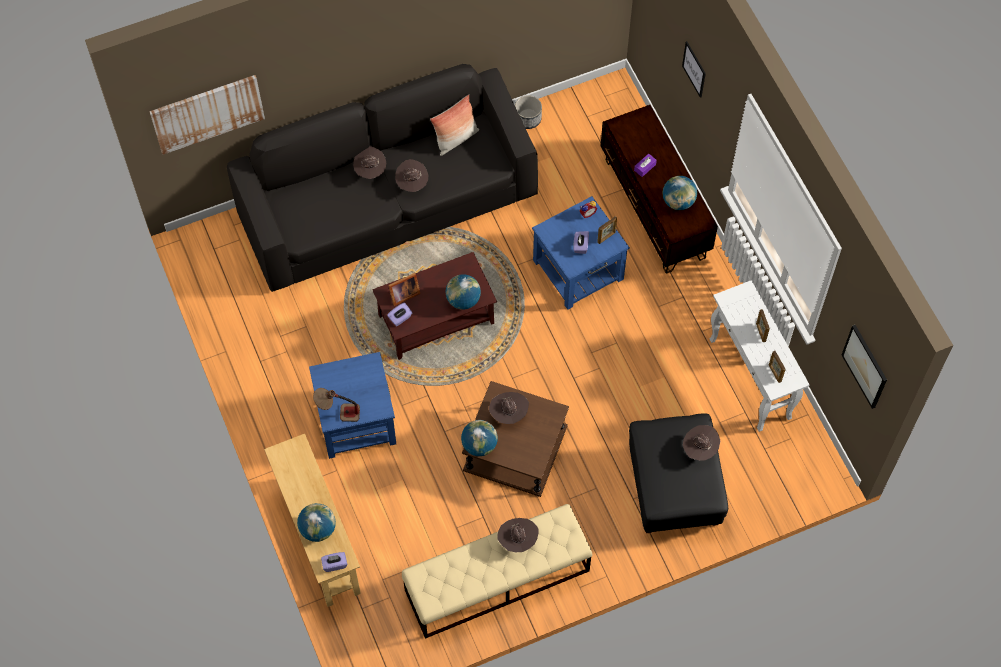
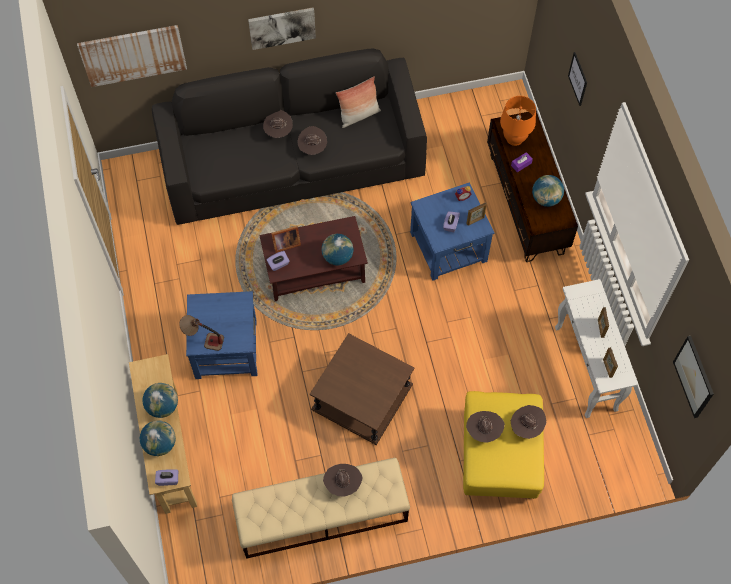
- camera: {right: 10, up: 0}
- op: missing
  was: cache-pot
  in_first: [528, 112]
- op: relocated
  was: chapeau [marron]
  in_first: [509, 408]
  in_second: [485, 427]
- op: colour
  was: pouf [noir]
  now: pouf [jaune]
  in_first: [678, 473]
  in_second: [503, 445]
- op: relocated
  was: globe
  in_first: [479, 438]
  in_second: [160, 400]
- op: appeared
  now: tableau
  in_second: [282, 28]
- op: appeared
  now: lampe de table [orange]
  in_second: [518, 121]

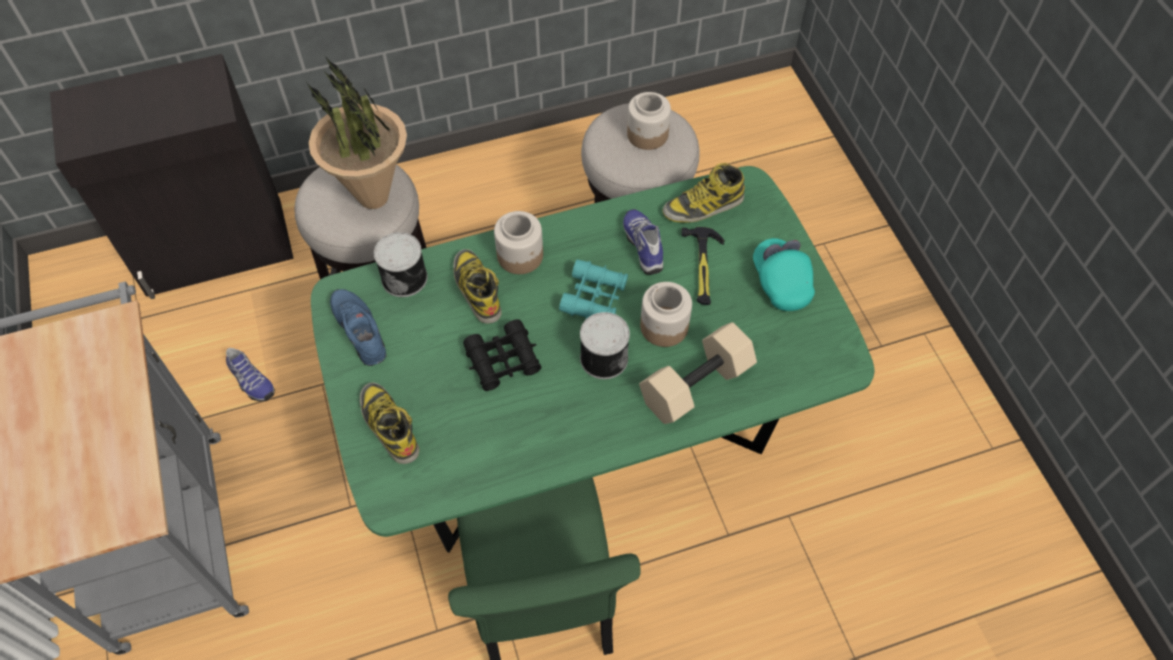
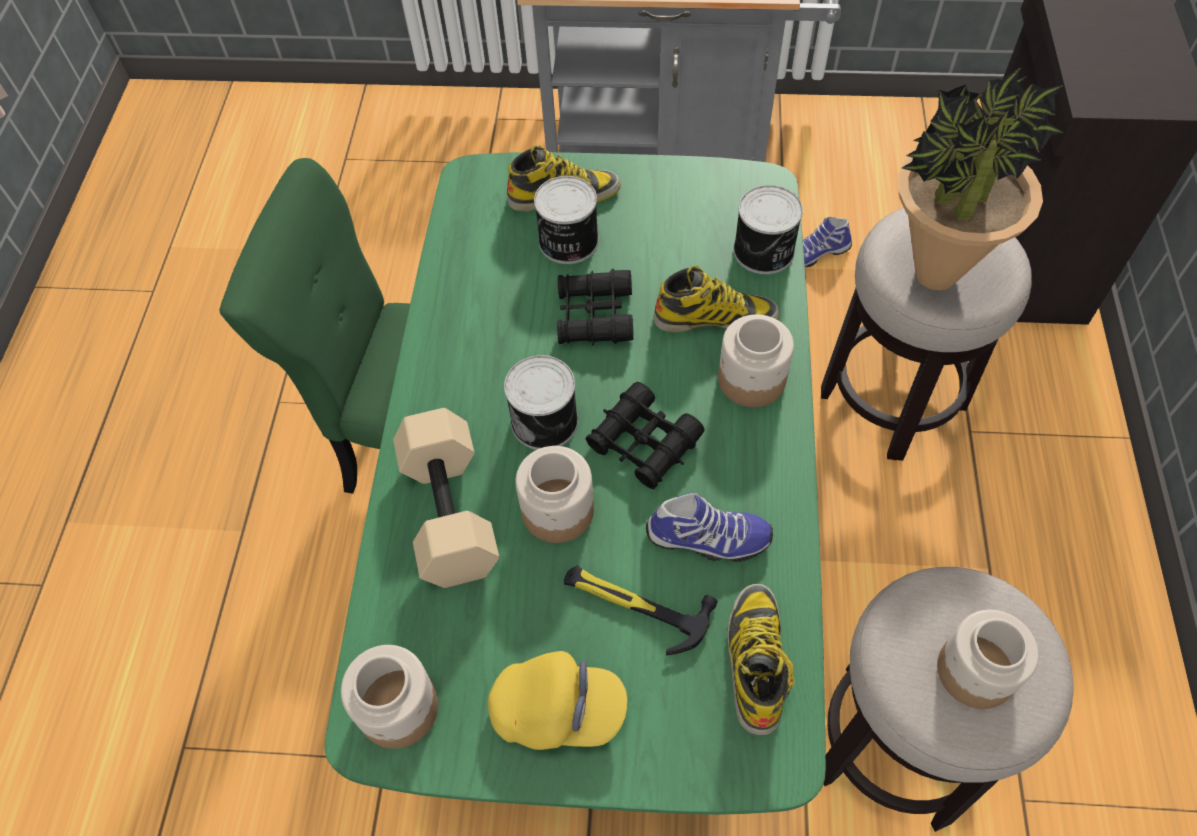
- camera: {right: 115, up: 0}
- op: colour
  was: casquette [turquoise]
  now: casquette [jaune]
  in_first: [784, 274]
  in_second: [557, 700]
- op: colour
  was: jumelles [turquoise]
  now: jumelles [noir]
  in_first: [593, 290]
  in_second: [645, 435]
- op: missing
  was: chaussure [bleu]
  in_first: [358, 327]
- op: appeared
  now: boîte métallique
  in_second: [566, 220]
- op: appeared
  now: bocal
  in_second: [389, 697]

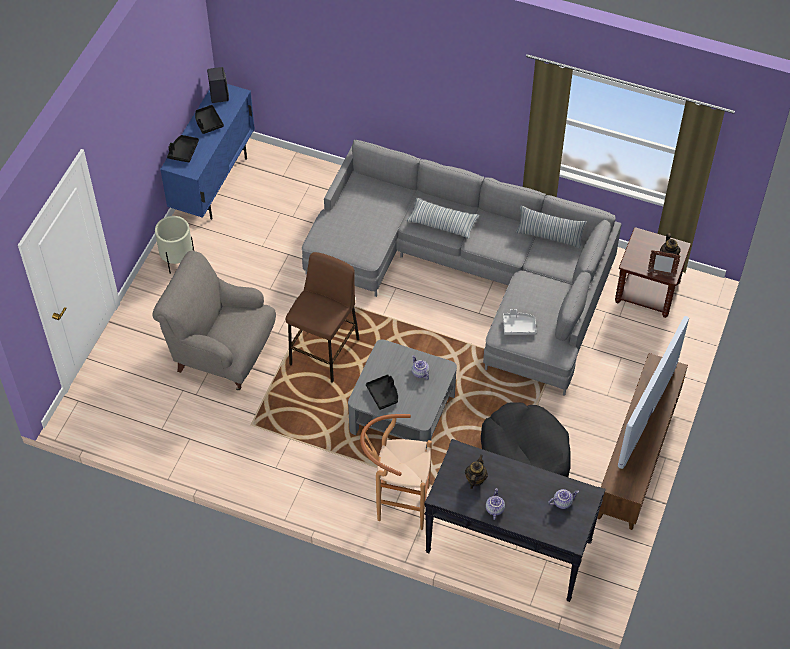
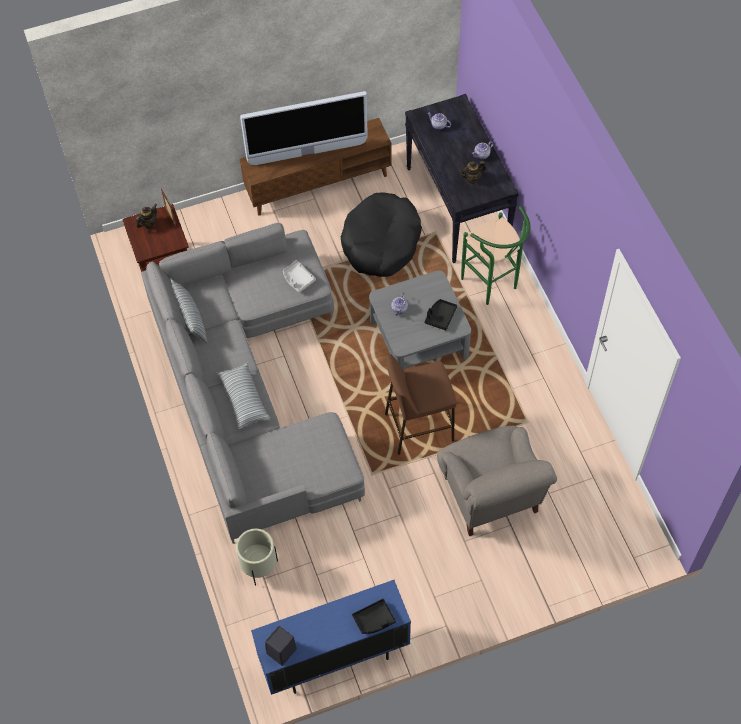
- camera: {right: -130, up: 5}
- op: missing
  was: plateau [noir]
  in_first: [209, 119]
- op: relocated
  was: cache-pot [beige]
  in_first: [174, 245]
  in_second: [257, 557]
- op: colour
  was: tabouret [marron]
  now: tabouret [vert]
  in_first: [396, 472]
  in_second: [496, 255]

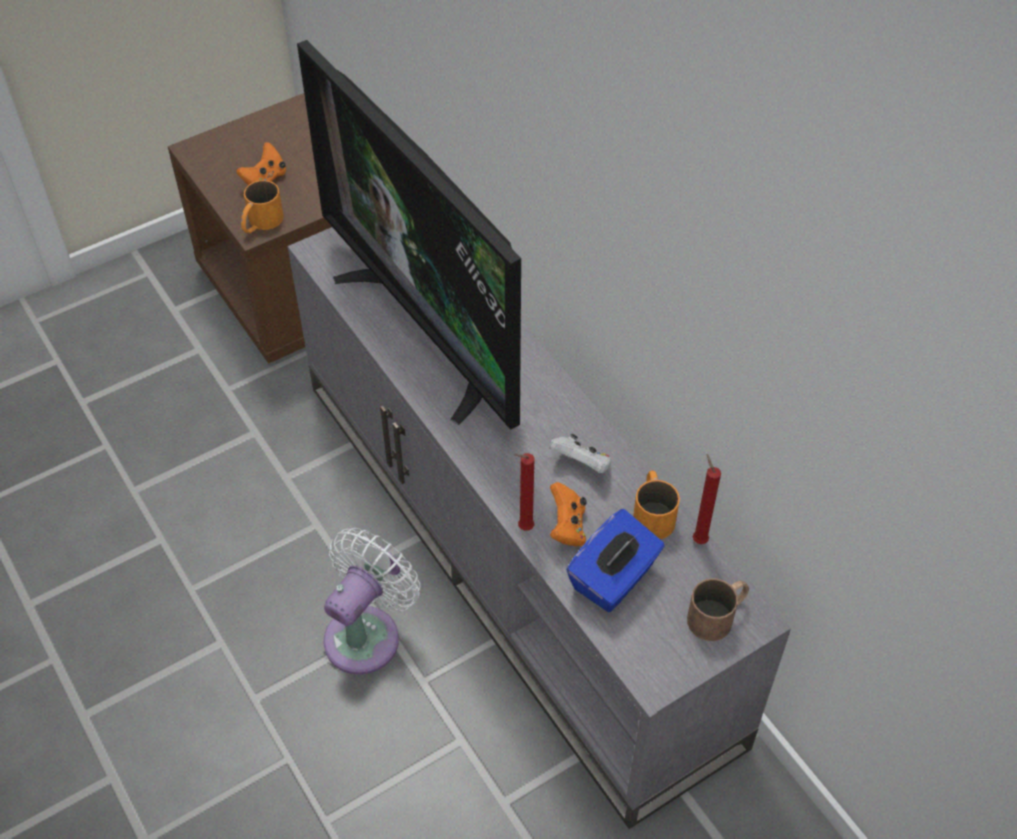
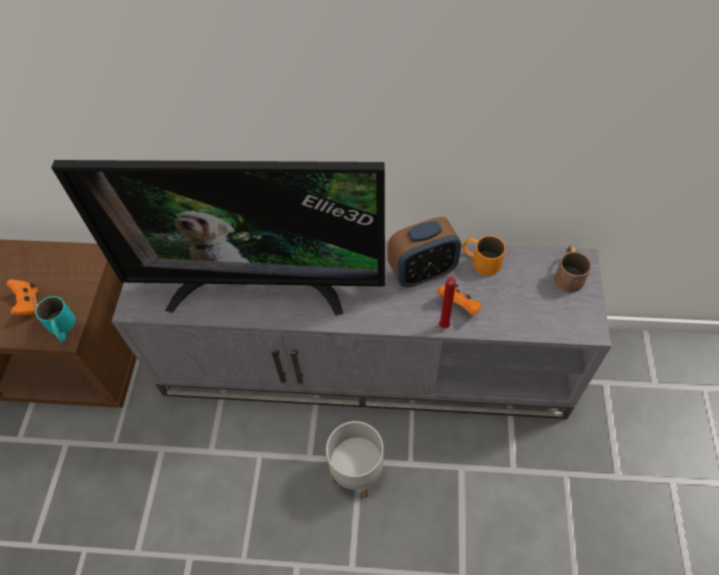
- camera: {right: -50, up: 5}
- op: colour
  was: mug [orange]
  now: mug [turquoise]
  in_first: [262, 206]
  in_second: [55, 319]
- op: exchanged
  was: manette [blanc]
  now: réveil
  in_first: [580, 453]
  in_second: [424, 252]
- op: missing
  was: bougie [rouge]
  in_first: [707, 499]
- op: missing
  was: boîte à mouchoirs [bleu]
  in_first: [615, 560]
- op: exchanged
  was: ventilateur [blanc]
  now: cache-pot [gris]
  in_first: [371, 601]
  in_second: [355, 459]

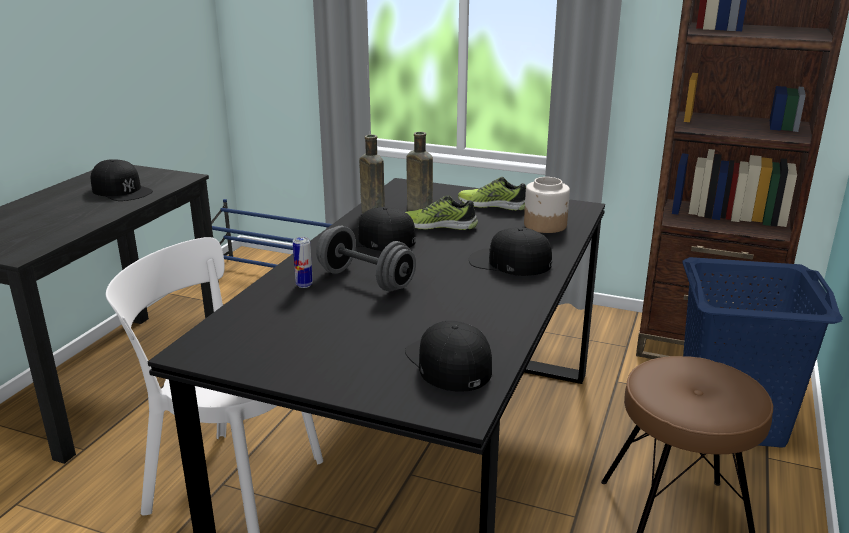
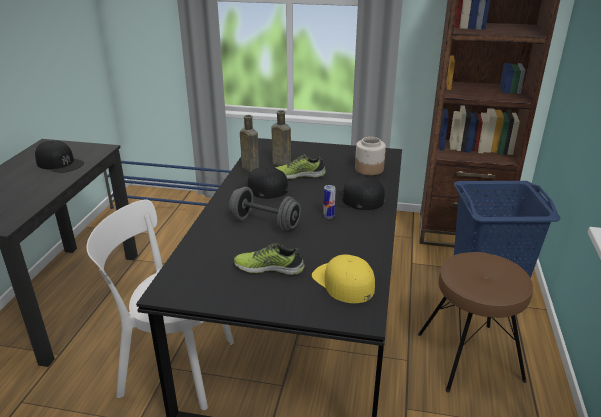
- camera: {right: -10, up: 5}
- op: relocated
  was: chaussure
  in_first: [492, 194]
  in_second: [269, 259]
- op: relocated
  was: boîte métallique
  in_first: [303, 262]
  in_second: [329, 202]
- op: colour
  was: casquette [noir]
  now: casquette [jaune]
  in_first: [448, 356]
  in_second: [343, 278]

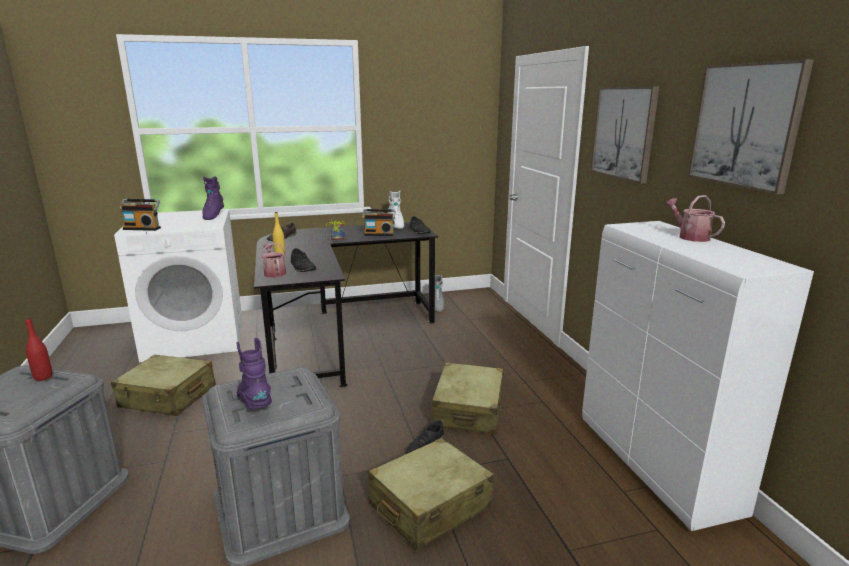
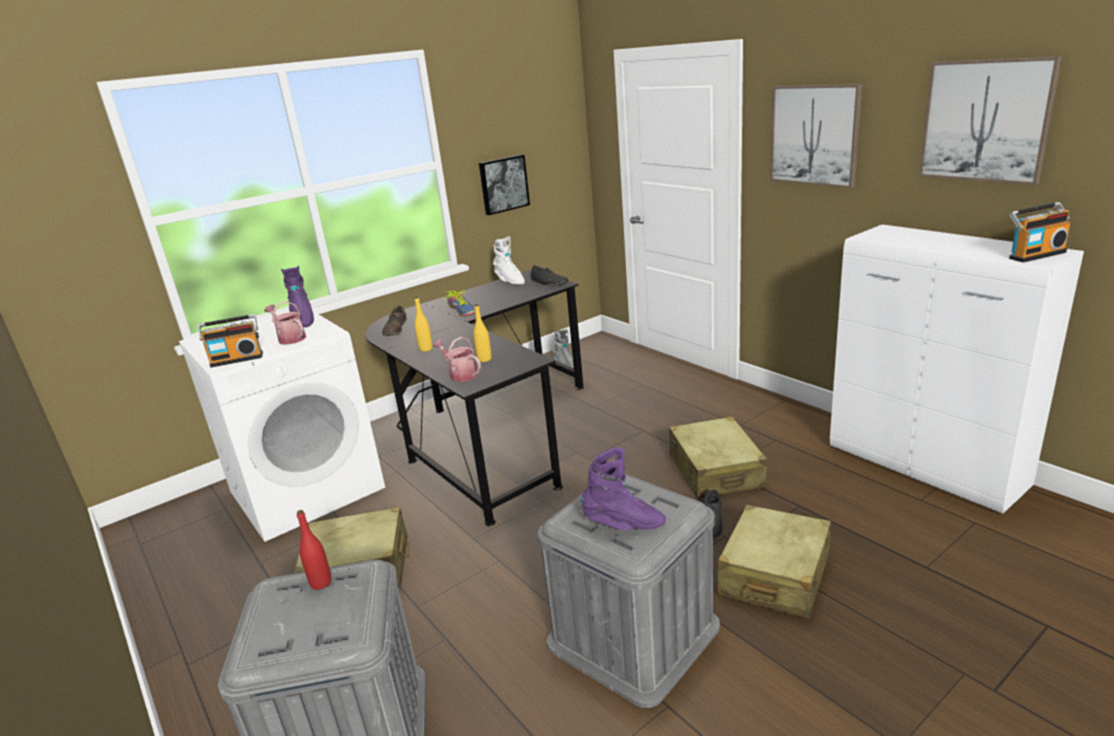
- camera: {right: -20, up: 5}
- op: relocated
  was: arrosoir
  in_first: [694, 218]
  in_second: [285, 323]
- op: relocated
  was: radio
  in_first: [379, 222]
  in_second: [1039, 232]
- op: exchanged
  was: chaussure [noir]
  now: bouteille [jaune]
  in_first: [304, 260]
  in_second: [482, 333]
- op: spun
  was: botte [violet]
  in_first: [254, 373]
  in_second: [623, 488]
  clockwise: 150
- op: appeared
  now: tableau
  in_second: [504, 184]

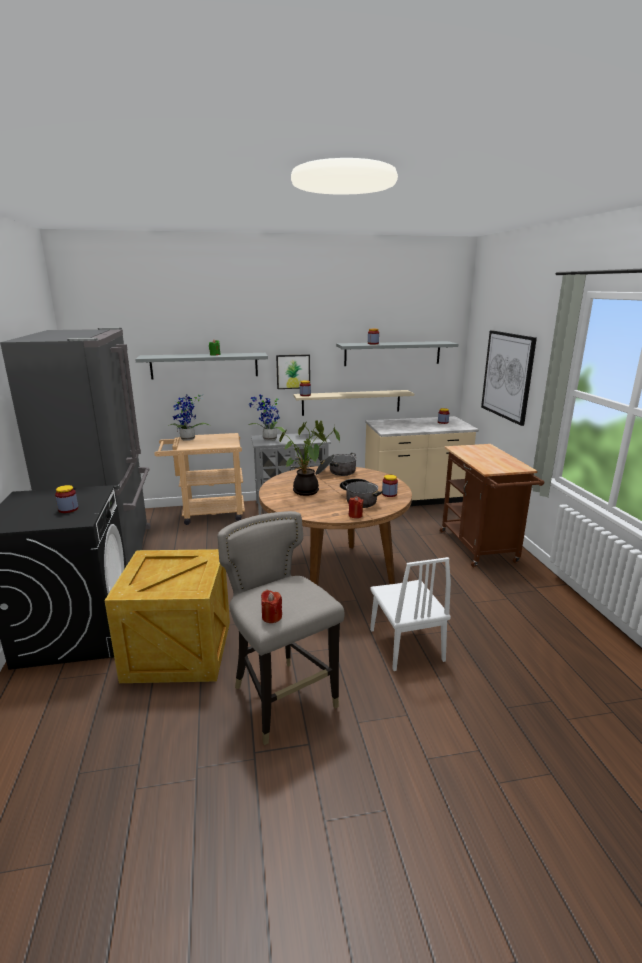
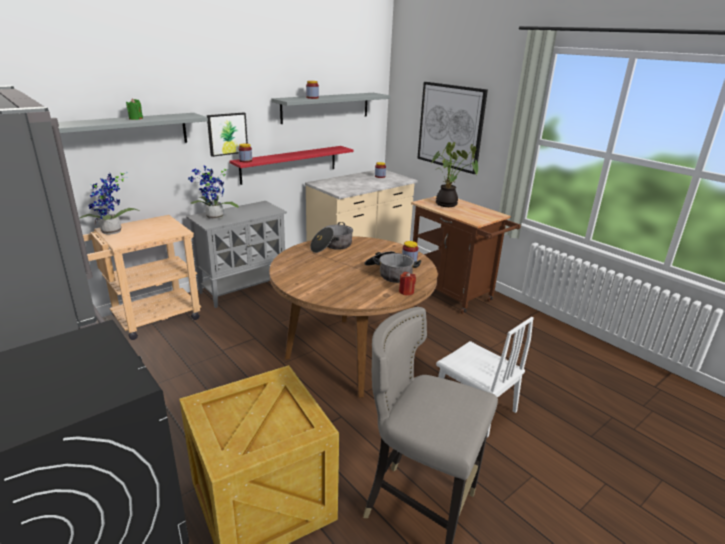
- camera: {right: -30, up: 5}
- op: colour
  was: étagère [beige]
  now: étagère [rouge]
  in_first: [353, 403]
  in_second: [291, 165]
- op: relocated
  was: plante en pot
  in_first: [309, 458]
  in_second: [455, 174]
- op: missing
  was: bocal
  in_first: [66, 499]
- op: missing
  was: bougie [rouge]
  in_first: [271, 606]

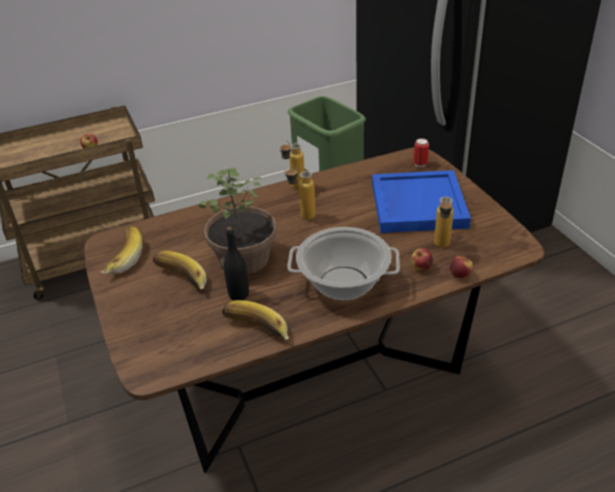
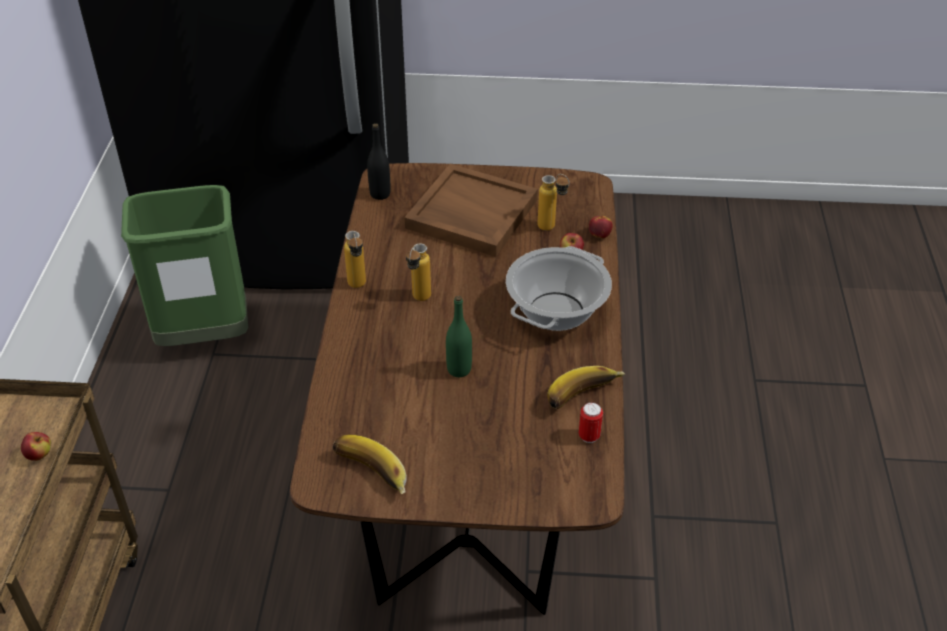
- camera: {right: -65, up: 5}
- op: relocated
  was: boîte métallique
  in_first: [421, 152]
  in_second: [591, 422]
- op: exchanged
  was: plante en pot
  now: bouteille [vert]
  in_first: [238, 221]
  in_second: [459, 336]
- op: colour
  was: plateau [bleu]
  now: plateau [marron]
  in_first: [421, 201]
  in_second: [471, 210]
- op: relocated
  was: bouteille [noir]
  in_first: [236, 263]
  in_second: [379, 161]
- op: missing
  was: banane
  in_first: [180, 270]

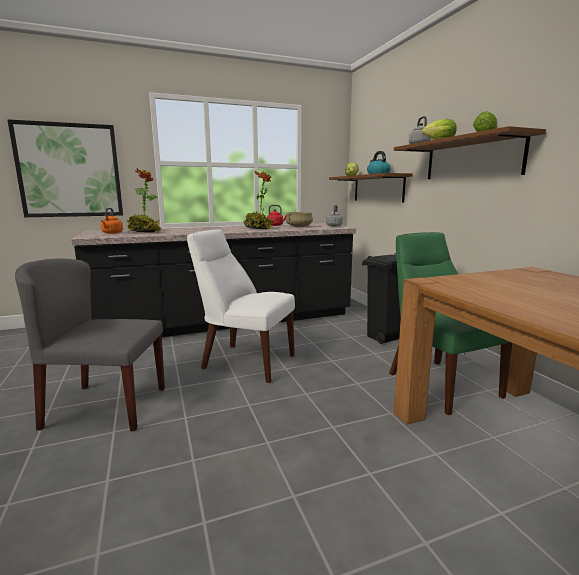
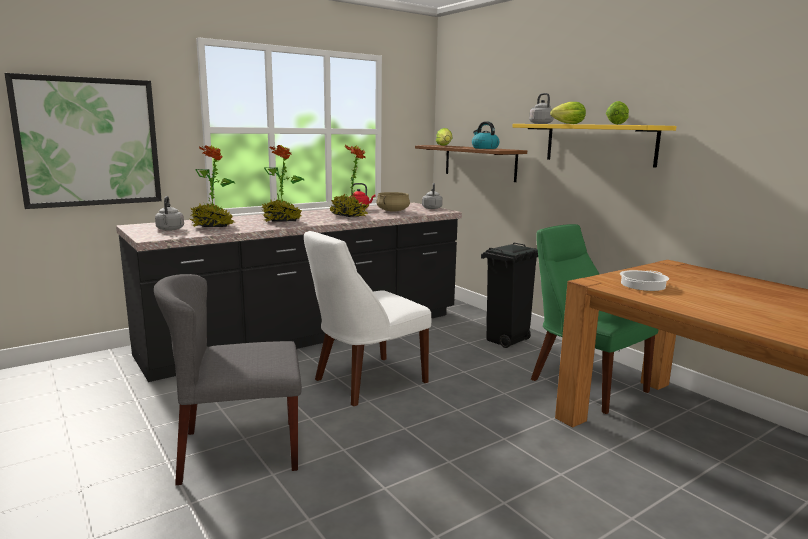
- camera: {right: -15, up: 0}
- op: colour
  was: étagère [marron]
  now: étagère [jaune]
  in_first: [470, 152]
  in_second: [594, 146]
- op: colour
  was: bouilloire [orange]
  now: bouilloire [gris]
  in_first: [112, 221]
  in_second: [169, 213]
- op: spun
  was: chaise [blanc]
  in_first: [241, 306]
  in_second: [367, 318]
  clockwise: -45
- op: appeared
  now: plante en pot
  in_second: [283, 183]
- op: appeared
  now: marmite
  in_second: [644, 280]

